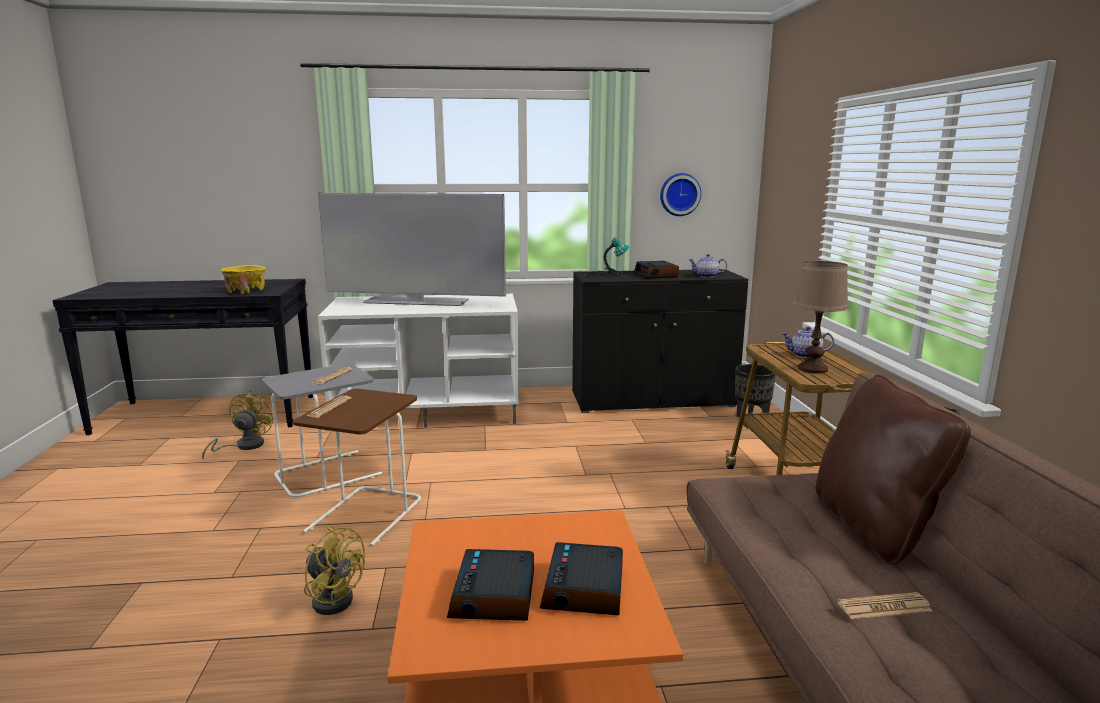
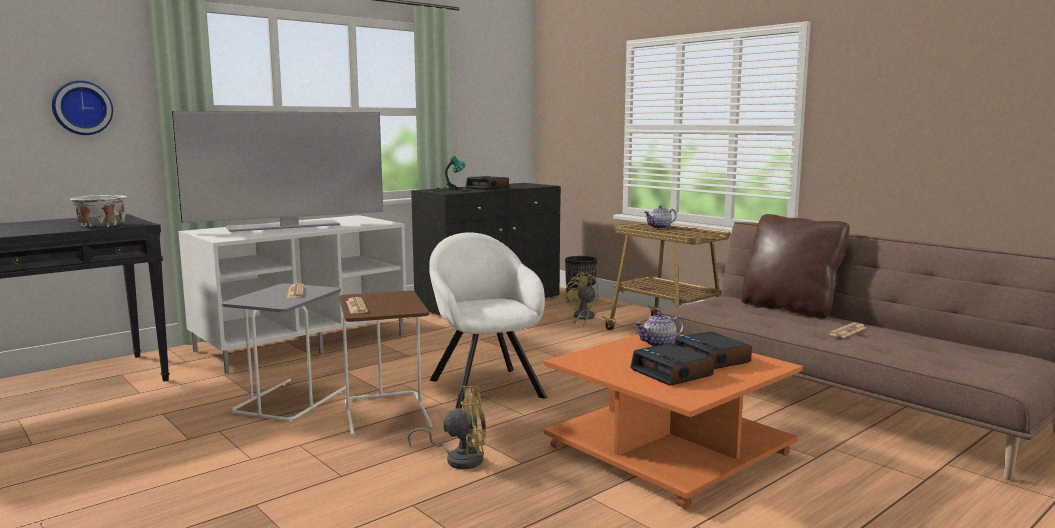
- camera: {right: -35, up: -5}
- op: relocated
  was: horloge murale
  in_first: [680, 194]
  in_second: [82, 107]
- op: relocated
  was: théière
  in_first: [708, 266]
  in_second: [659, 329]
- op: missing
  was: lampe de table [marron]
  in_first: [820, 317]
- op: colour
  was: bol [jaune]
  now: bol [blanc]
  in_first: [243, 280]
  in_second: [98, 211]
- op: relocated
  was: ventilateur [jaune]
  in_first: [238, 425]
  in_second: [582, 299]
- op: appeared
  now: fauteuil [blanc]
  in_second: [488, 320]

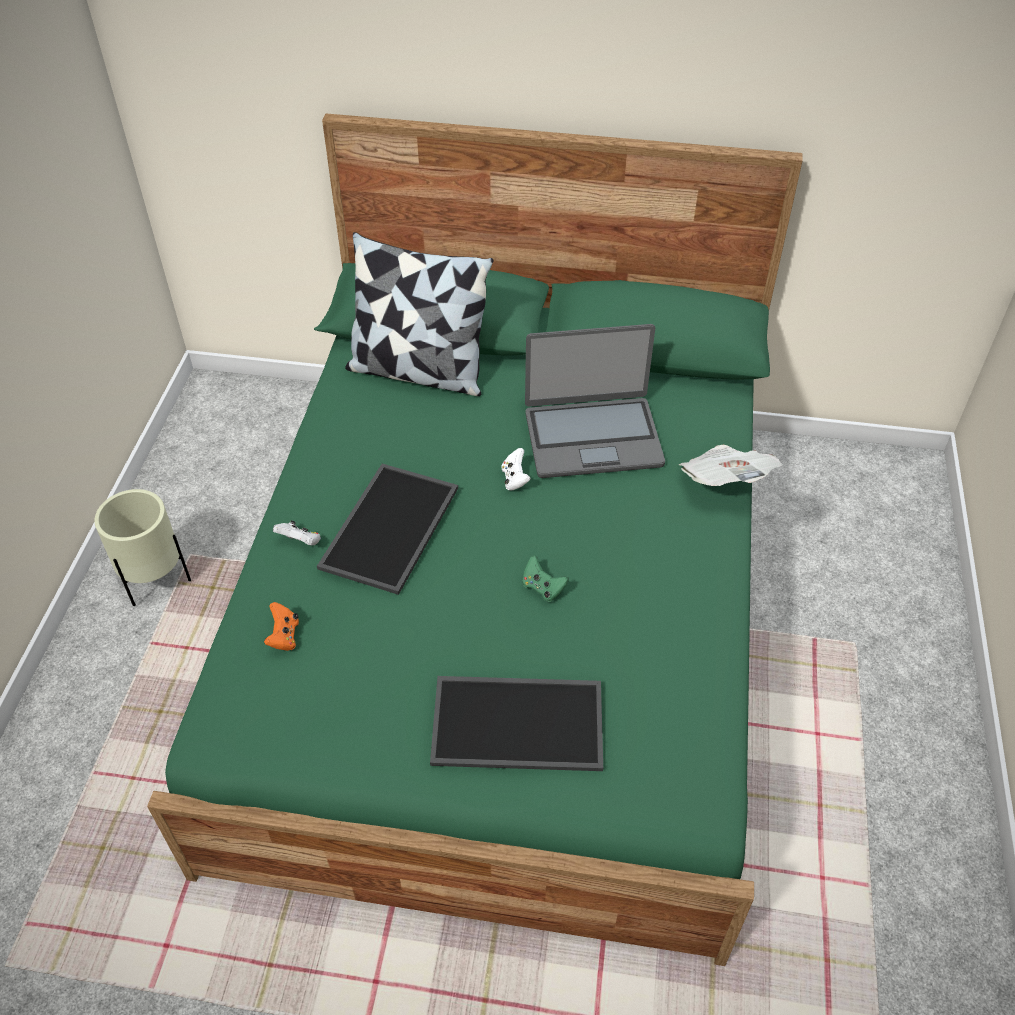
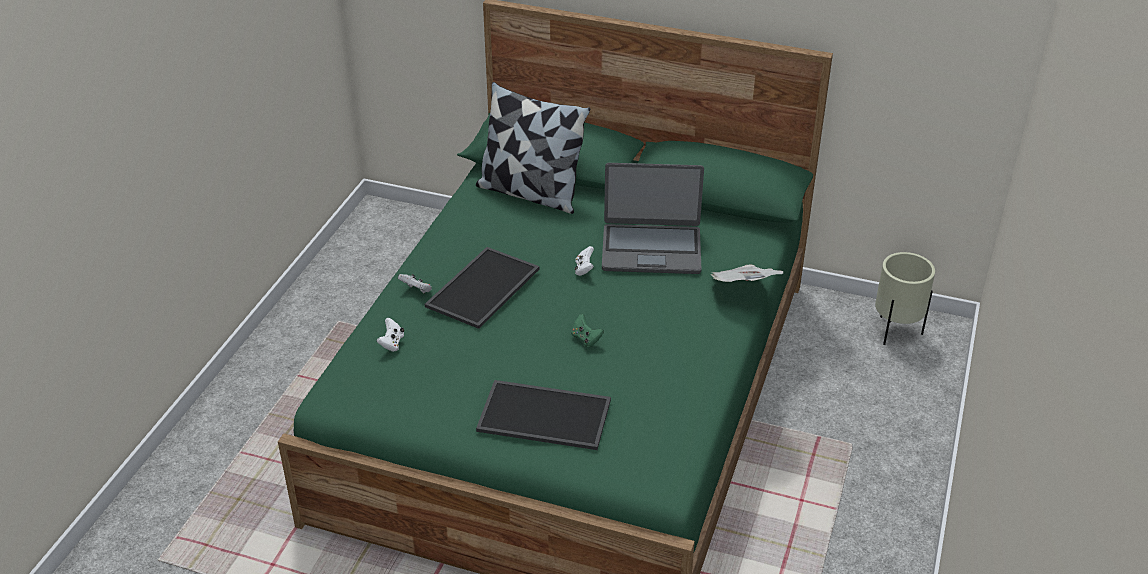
- camera: {right: 10, up: -10}
- op: relocated
  was: cache-pot [beige]
  in_first: [142, 548]
  in_second: [905, 298]
- op: colour
  was: manette [orange]
  now: manette [blanc]
  in_first: [281, 626]
  in_second: [390, 335]

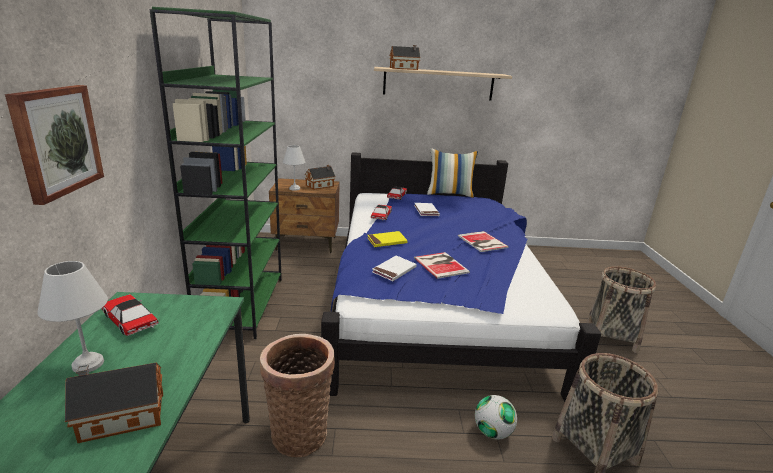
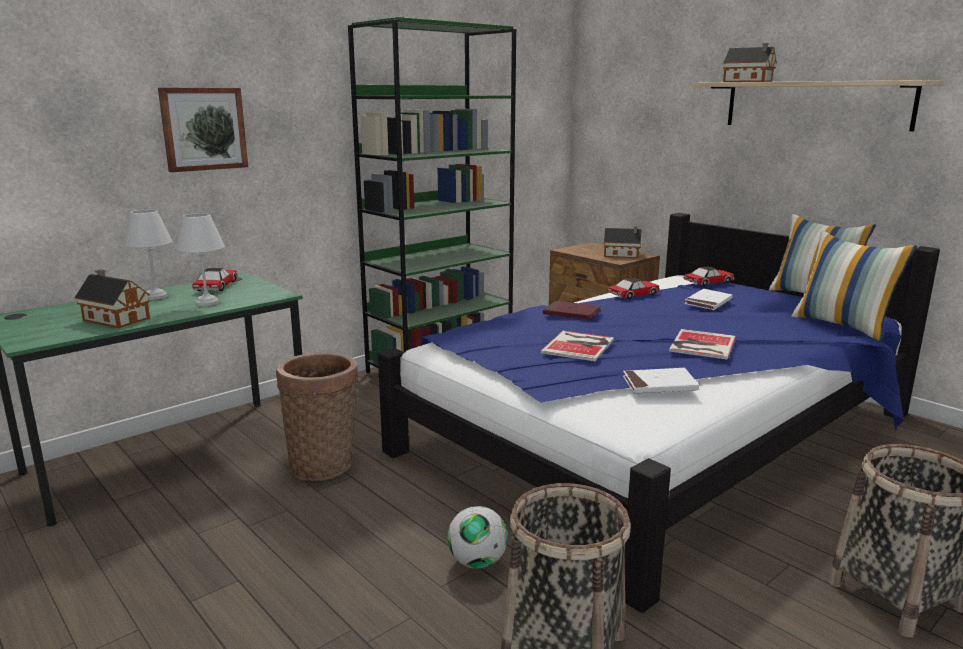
- camera: {right: 50, up: -5}
- op: relocated
  was: lampe de table [blanc]
  in_first: [294, 168]
  in_second: [200, 259]
- op: colour
  was: livre [jaune]
  now: livre [rouge]
  in_first: [387, 239]
  in_second: [572, 310]
- op: relocated
  was: livre [blanc]
  in_first: [394, 268]
  in_second: [661, 381]
- op: appeared
  now: coussin
  in_second: [854, 286]

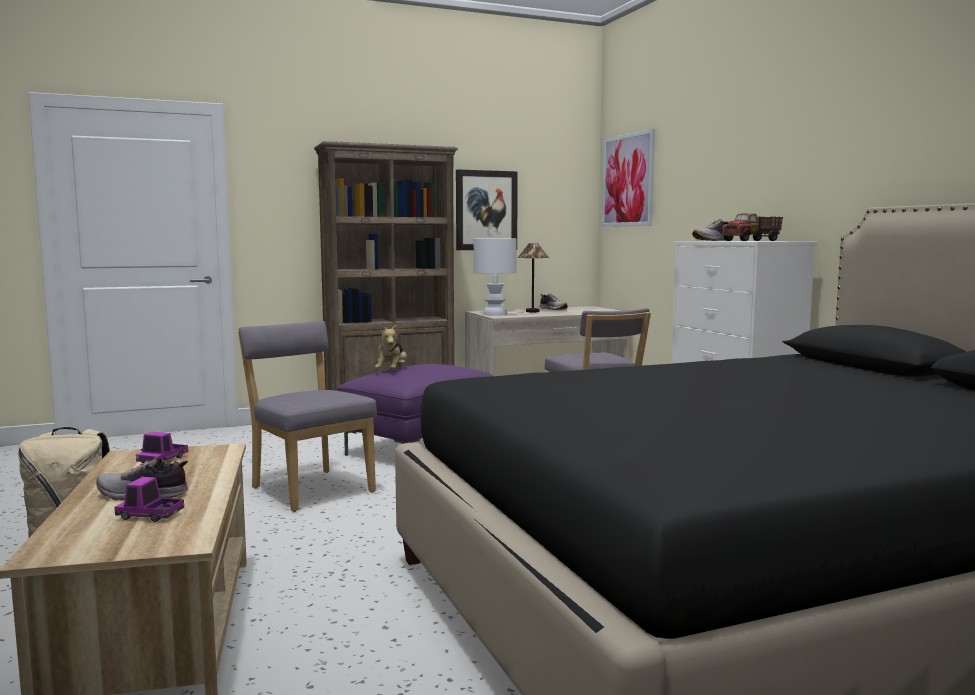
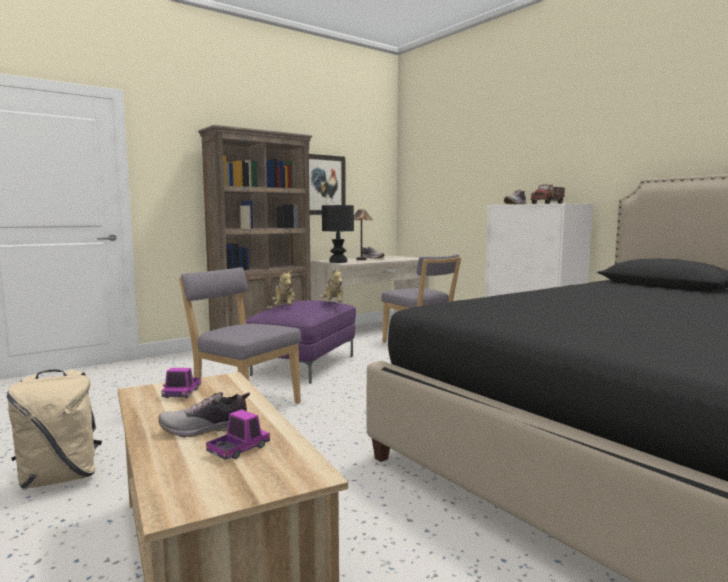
- camera: {right: -15, up: 0}
- op: missing
  was: tableau
  in_first: [628, 177]
- op: colour
  was: lampe de table [blanc]
  now: lampe de table [noir]
  in_first: [495, 277]
  in_second: [338, 234]
- op: spun
  was: camion jouet
  in_first: [149, 499]
  in_second: [238, 434]
  clockwise: 135
- op: appeared
  now: peluche
  in_second: [331, 285]

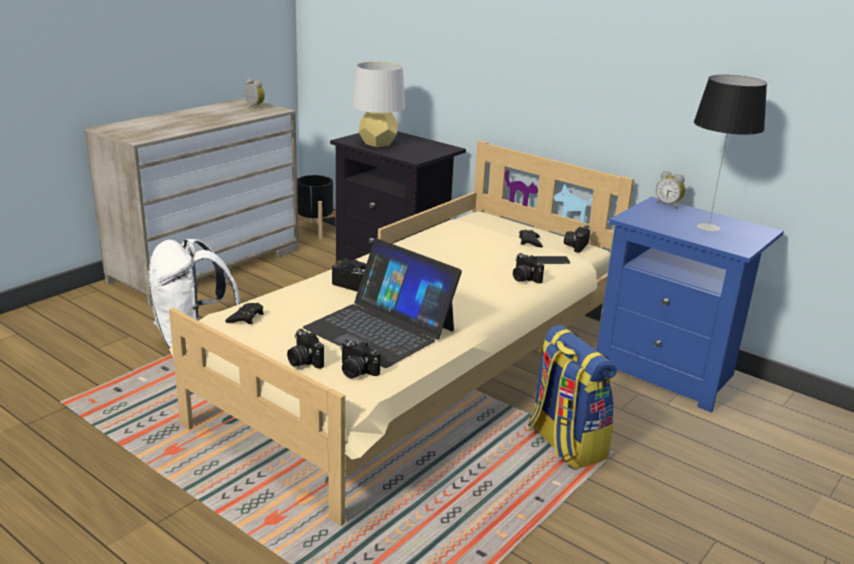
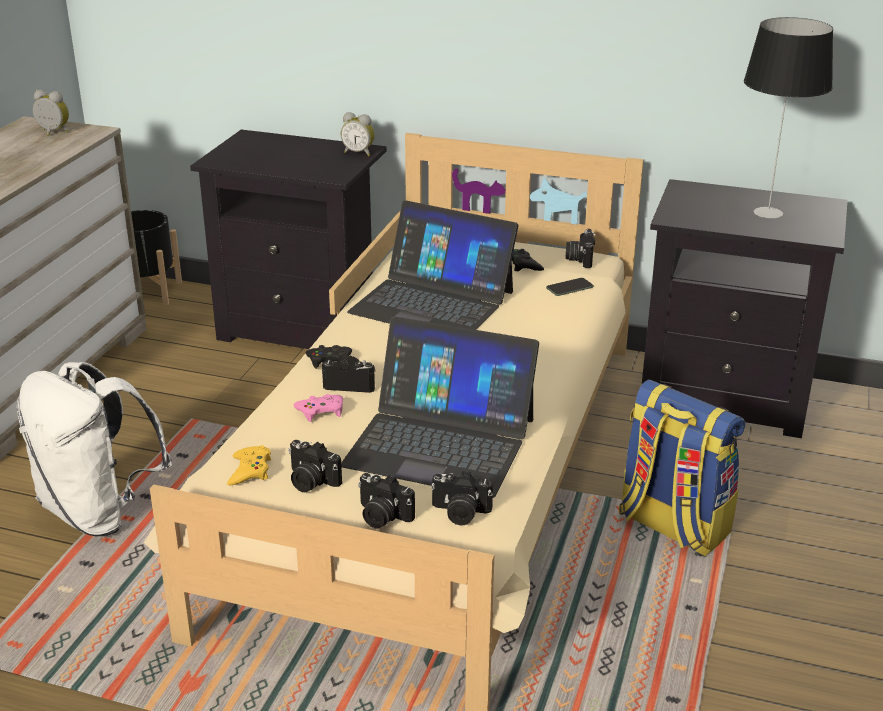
- camera: {right: -20, up: 5}
- op: missing
  was: lampe de table [gris]
  in_first: [378, 104]
- op: relocated
  was: réveil
  in_first: [670, 190]
  in_second: [358, 134]
- op: colour
  was: table de chevet [bleu]
  now: table de chevet [noir]
  in_first: [690, 304]
  in_second: [745, 308]
- op: relocated
  was: appareil photo
  in_first: [528, 268]
  in_second: [315, 466]
- op: colour
  was: manette [noir]
  now: manette [jaune]
  in_first: [244, 313]
  in_second: [249, 465]
- op: appeared
  now: ordinateur portable
  in_second: [432, 265]
- op: appeared
  now: manette [rose]
  in_second: [318, 408]

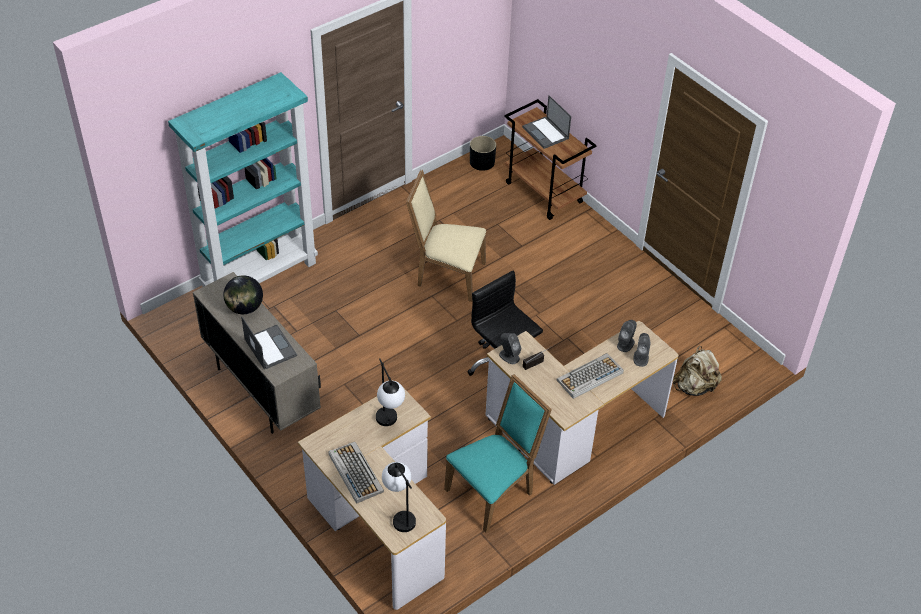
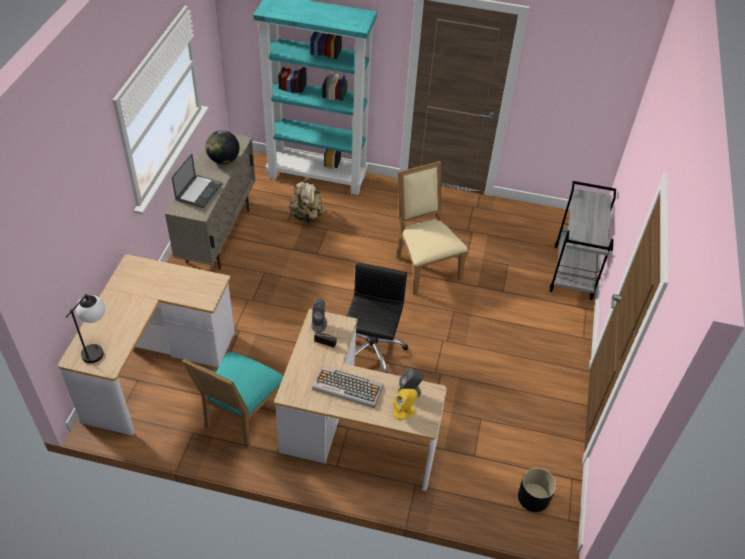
- camera: {right: 50, up: 0}
- op: missing
  was: ordinateur portable
  in_first: [546, 122]
- op: colour
  was: chariot [marron]
  now: chariot [gris]
  in_first: [550, 159]
  in_second: [582, 240]
- op: relocated
  was: cache-pot [noir]
  in_first: [483, 153]
  in_second: [537, 490]
- op: colour
  was: enceinte [gris]
  now: enceinte [jaune]
  in_first: [641, 350]
  in_second: [405, 404]
- op: relocated
  was: sac à dos [beige]
  in_first: [697, 371]
  in_second: [306, 200]
- op: missing
  was: lampe de table
  in_first: [390, 392]
- op: spun
  was: chaise [turquoise]
  in_first: [498, 453]
  in_second: [232, 399]
  clockwise: 105
- op: missing
  was: clavier
  in_first: [356, 473]

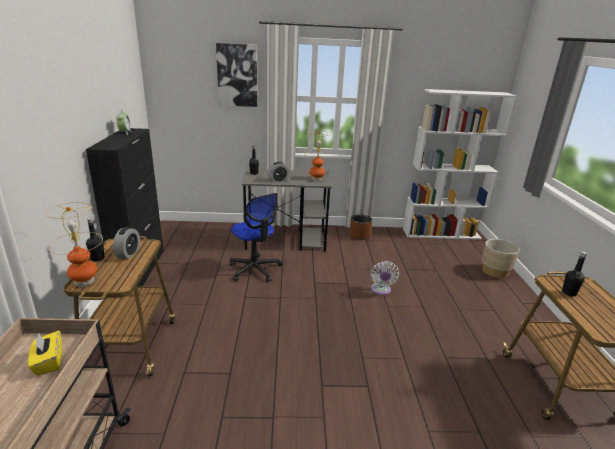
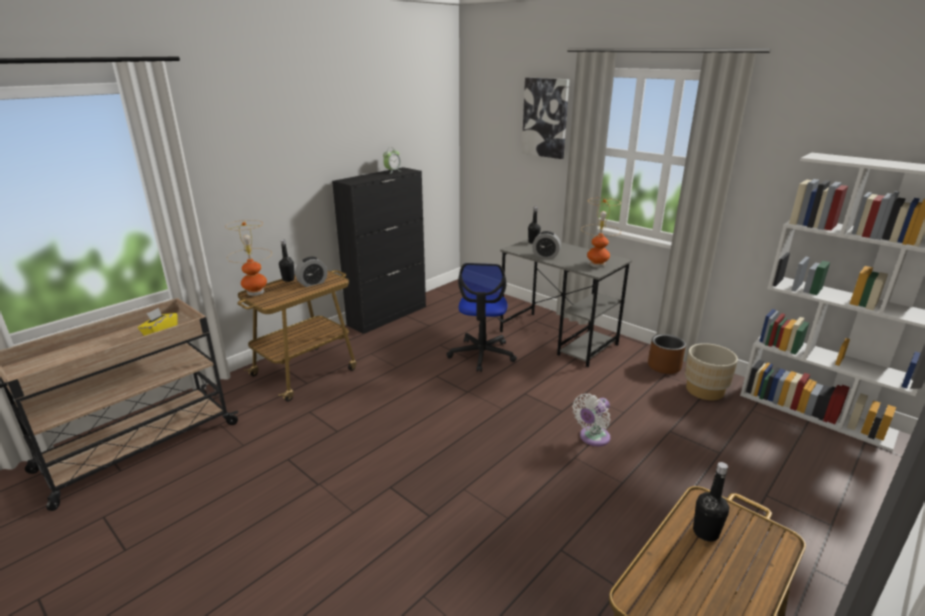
- camera: {right: 45, up: 0}
- op: relocated
  was: cache-pot [beige]
  in_first: [501, 258]
  in_second: [711, 371]

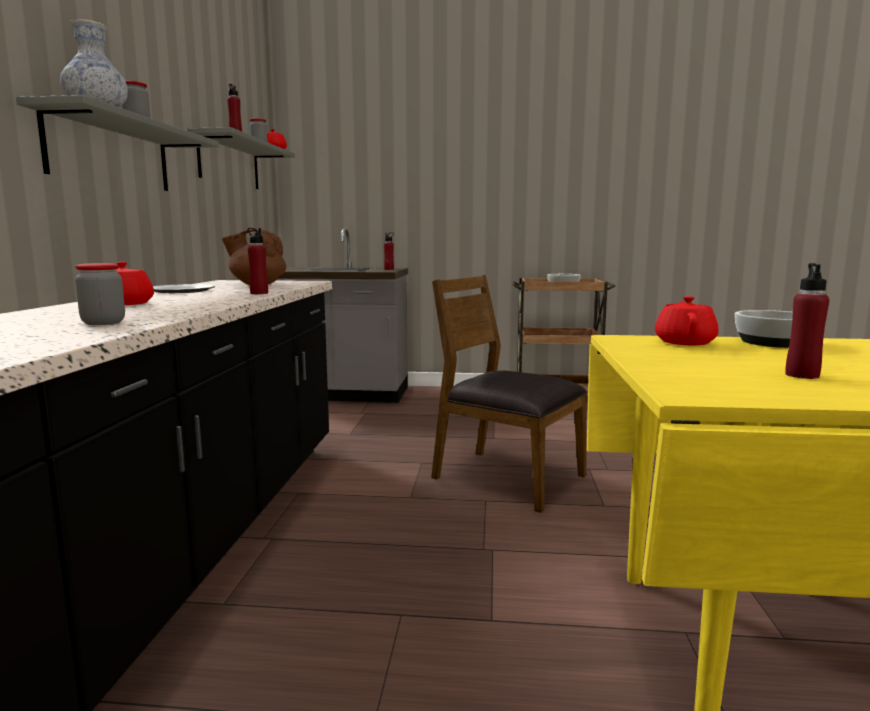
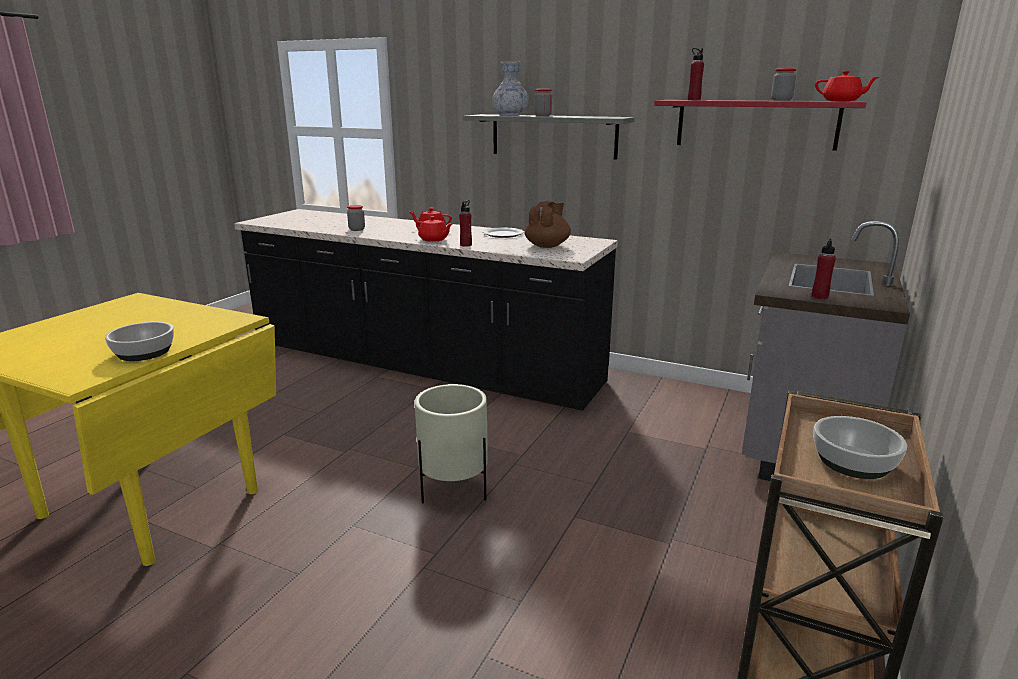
- camera: {right: 110, up: 10}
- op: colour
  was: étagère [gris]
  now: étagère [rouge]
  in_first: [241, 158]
  in_second: [760, 125]
- op: missing
  was: bouteille [rouge]
  in_first: [807, 321]
- op: exchanged
  was: chaise [marron]
  now: cache-pot [beige]
  in_first: [509, 394]
  in_second: [451, 444]
- op: relocated
  was: théière [rouge]
  in_first: [687, 320]
  in_second: [434, 229]

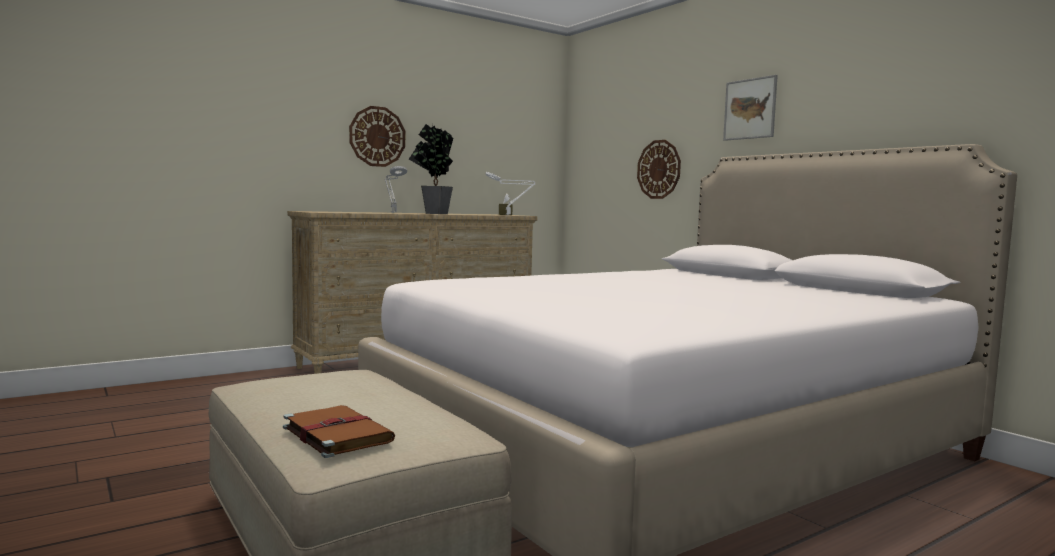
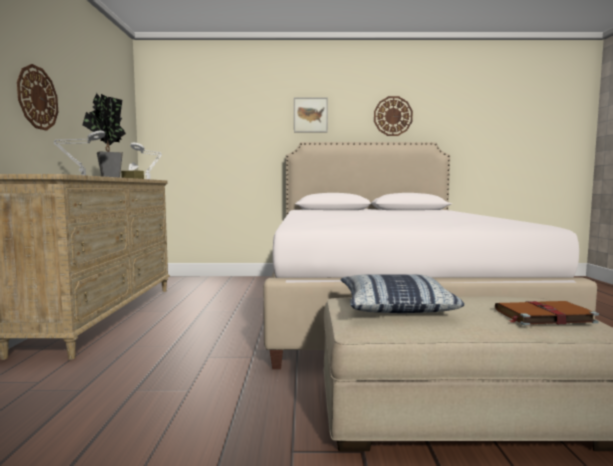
- camera: {right: -55, up: 0}
- op: relocated
  was: horloge murale
  in_first: [659, 169]
  in_second: [393, 116]
- op: appeared
  now: coussin
  in_second: [402, 293]

